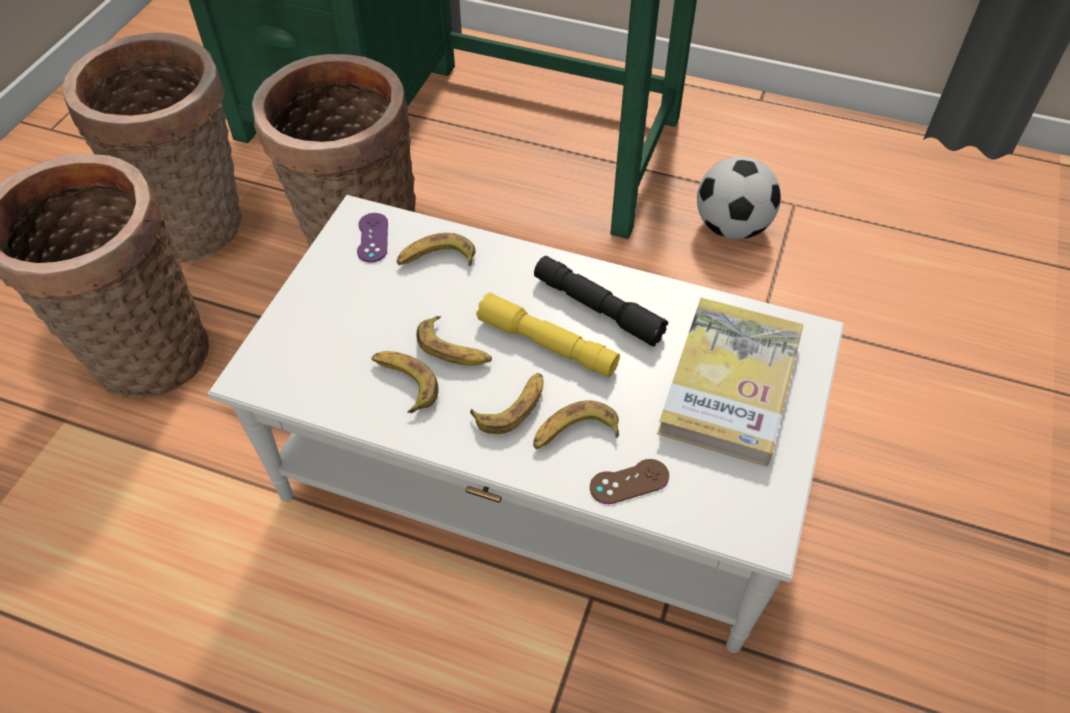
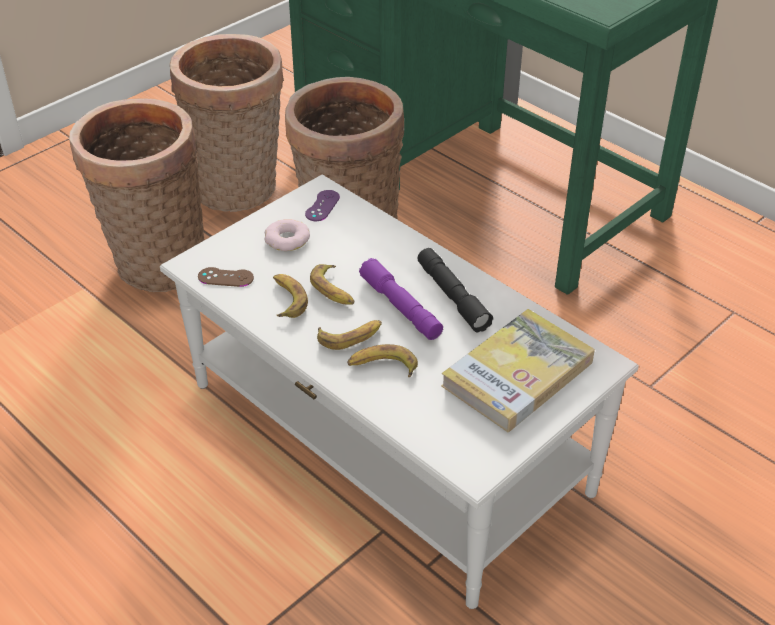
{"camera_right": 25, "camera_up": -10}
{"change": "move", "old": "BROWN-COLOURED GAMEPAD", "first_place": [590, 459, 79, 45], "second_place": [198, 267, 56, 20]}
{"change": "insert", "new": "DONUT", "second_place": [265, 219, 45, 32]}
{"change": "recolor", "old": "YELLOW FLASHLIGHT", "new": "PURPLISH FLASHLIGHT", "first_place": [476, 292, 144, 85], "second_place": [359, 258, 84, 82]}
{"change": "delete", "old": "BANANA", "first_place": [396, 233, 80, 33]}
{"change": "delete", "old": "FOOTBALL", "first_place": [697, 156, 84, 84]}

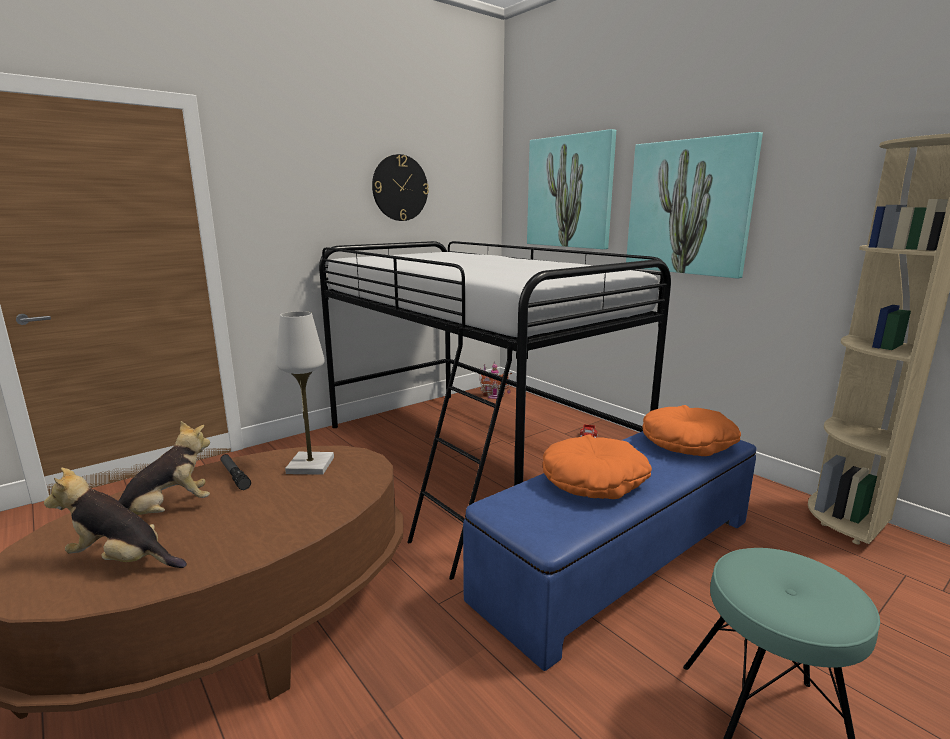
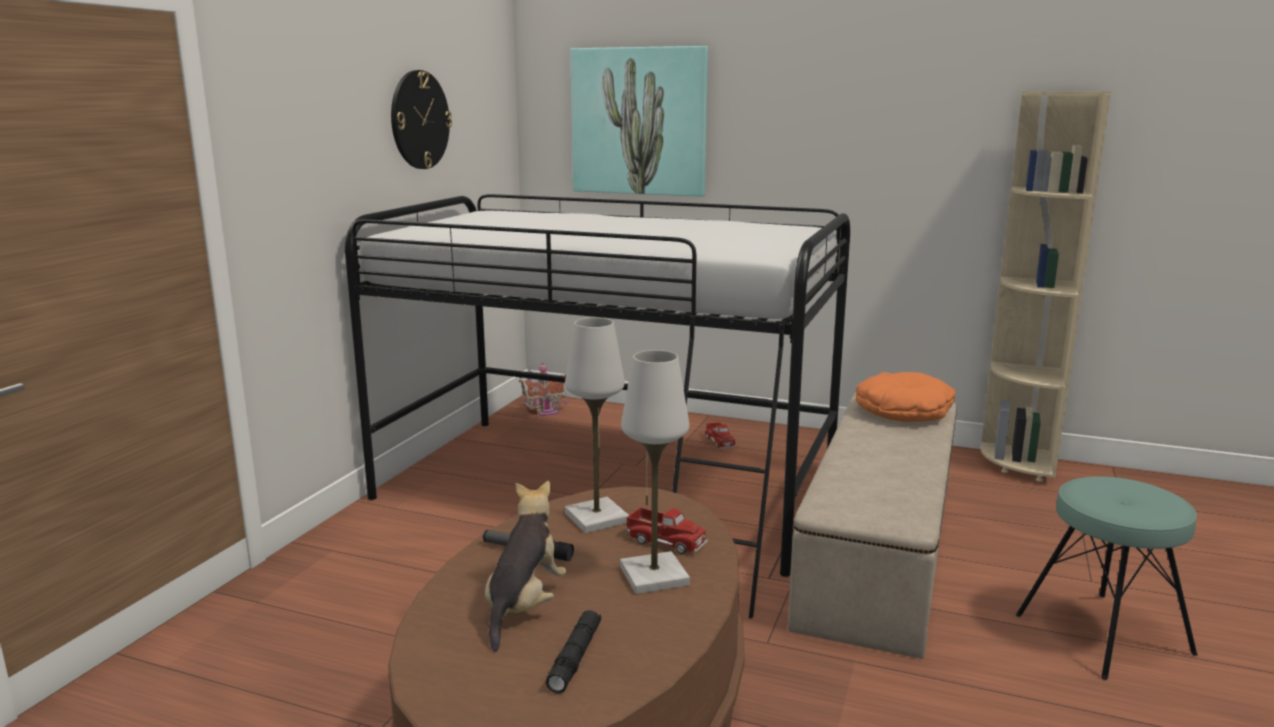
{"camera_right": -30, "camera_up": 0}
{"change": "replace", "old": "PLUSH TOY", "new": "BLACK-COLOURED FLASHLIGHT", "first_place": [44, 468, 143, 100], "second_place": [546, 610, 55, 84]}
{"change": "insert", "new": "WHITE TABLETOP LAMP", "second_place": [620, 350, 70, 244]}
{"change": "insert", "new": "TOY LORRY", "second_place": [626, 507, 82, 47]}
{"change": "recolor", "old": "BLUE LONG SEAT", "new": "BEIGE-COLOURED LONG SEAT", "first_place": [463, 431, 294, 240], "second_place": [788, 392, 169, 267]}
{"change": "delete", "old": "ORANGEY PILLOW", "first_place": [542, 434, 110, 65]}
{"change": "delete", "old": "WALL ART", "first_place": [626, 132, 137, 147]}

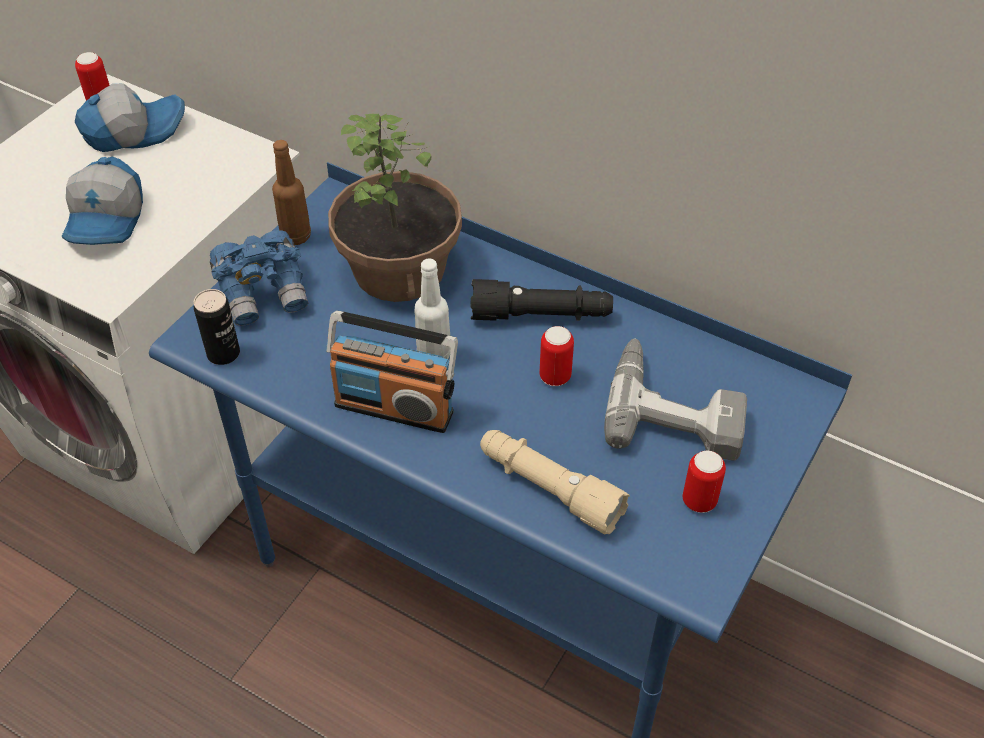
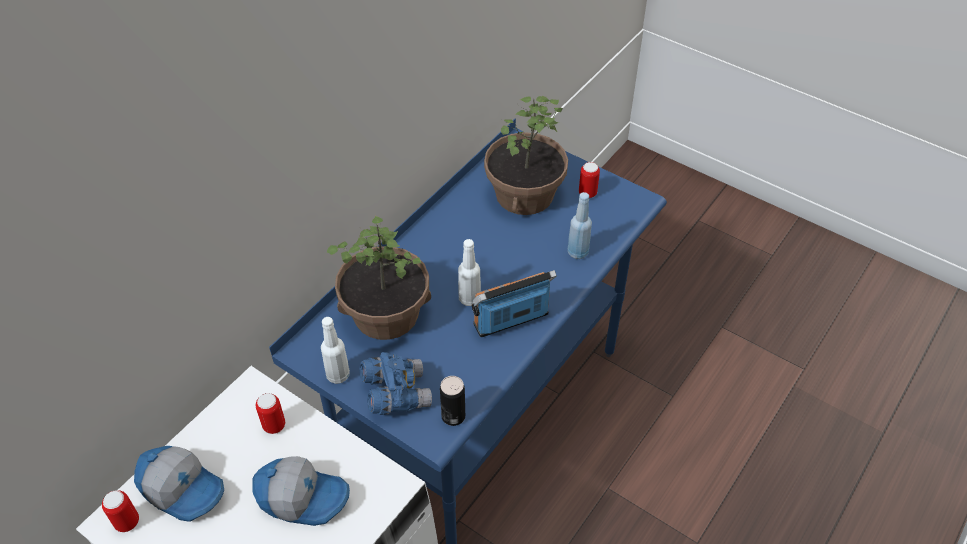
{"camera_right": -85, "camera_up": 0}
{"change": "rotate", "old": "PEAKED CAP", "first_place": [75, 83, 110, 69], "second_place": [134, 446, 90, 76], "degrees": 135}
{"change": "move", "old": "CAN", "first_place": [539, 326, 35, 60], "second_place": [256, 393, 29, 41]}
{"change": "recolor", "old": "BROWN-COLOURED BEVERAGE BOTTLE", "new": "WHITE BEVERAGE BOTTLE", "first_place": [272, 140, 39, 105], "second_place": [321, 317, 29, 67]}
{"change": "rotate", "old": "RADIO RECEIVER", "first_place": [326, 310, 132, 123], "second_place": [472, 270, 85, 67], "degrees": -135}
{"change": "replace", "old": "POWER DRILL", "new": "PLANT IN A POT", "first_place": [604, 338, 143, 123], "second_place": [484, 95, 84, 120]}
{"change": "replace", "old": "BEIGE-COLOURED FLASHLIGHT", "new": "BLUE BEVERAGE BOTTLE", "first_place": [480, 430, 150, 104], "second_place": [568, 192, 24, 67]}
{"change": "delete", "old": "BLACK-COLOURED FLASHLIGHT", "first_place": [470, 279, 143, 42]}

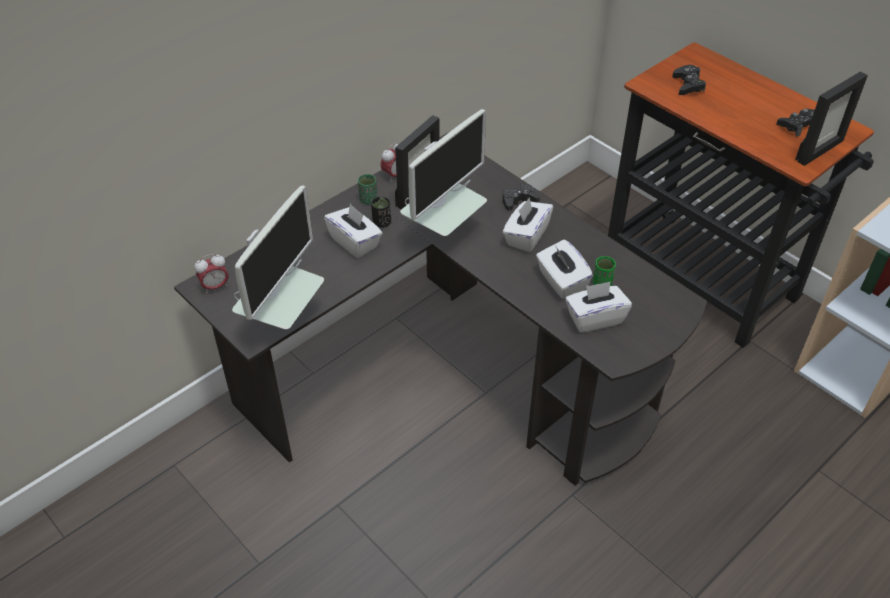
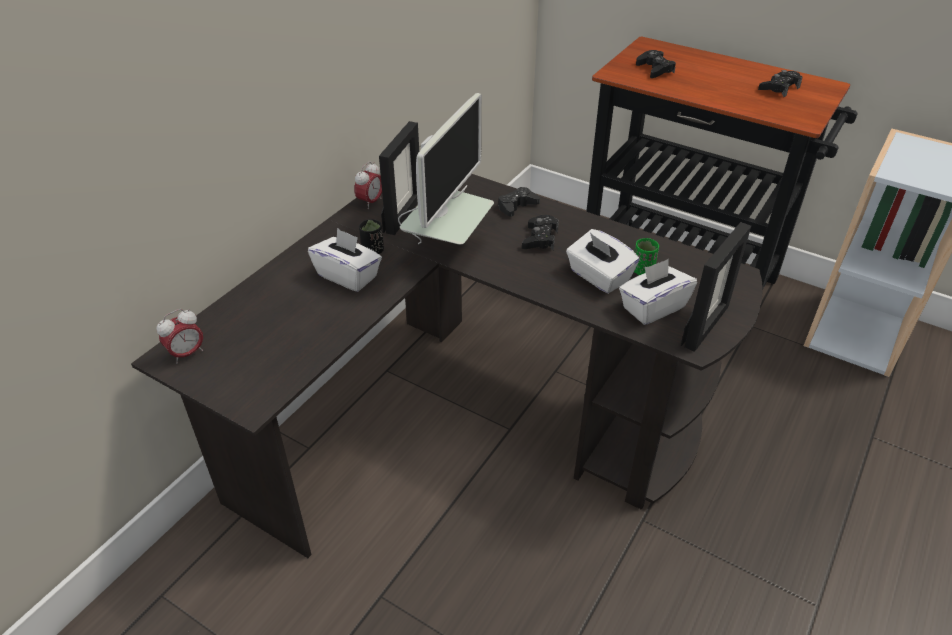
{"camera_right": -15, "camera_up": -5}
{"change": "replace", "old": "WHITE TISSUE HOLDER", "new": "BLACK-COLOURED GAMEPAD", "first_place": [503, 197, 50, 55], "second_place": [522, 215, 37, 35]}
{"change": "move", "old": "PICTURE FRAME", "first_place": [795, 71, 73, 95], "second_place": [681, 222, 70, 130]}
{"change": "delete", "old": "COMPUTER DISPLAY", "first_place": [232, 185, 92, 144]}
{"change": "delete", "old": "GREEN CUP", "first_place": [358, 174, 19, 30]}

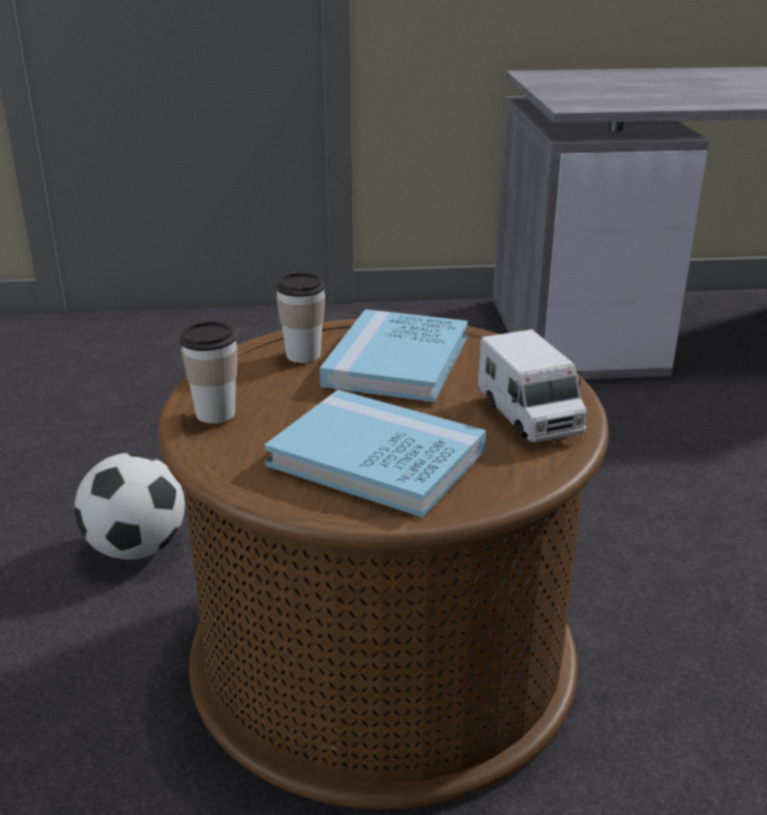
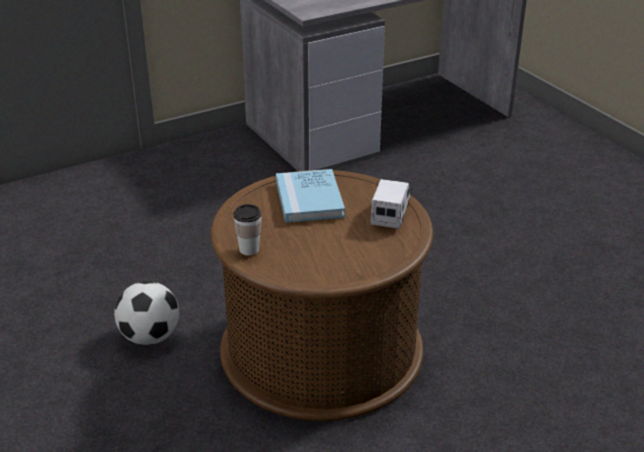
{"camera_right": -25, "camera_up": 5}
{"change": "rotate", "old": "TOY LORRY", "first_place": [477, 329, 110, 113], "second_place": [370, 179, 42, 50], "degrees": -120}
{"change": "delete", "old": "BLUE BOOK", "first_place": [264, 390, 222, 128]}
{"change": "delete", "old": "CUP", "first_place": [276, 272, 49, 91]}

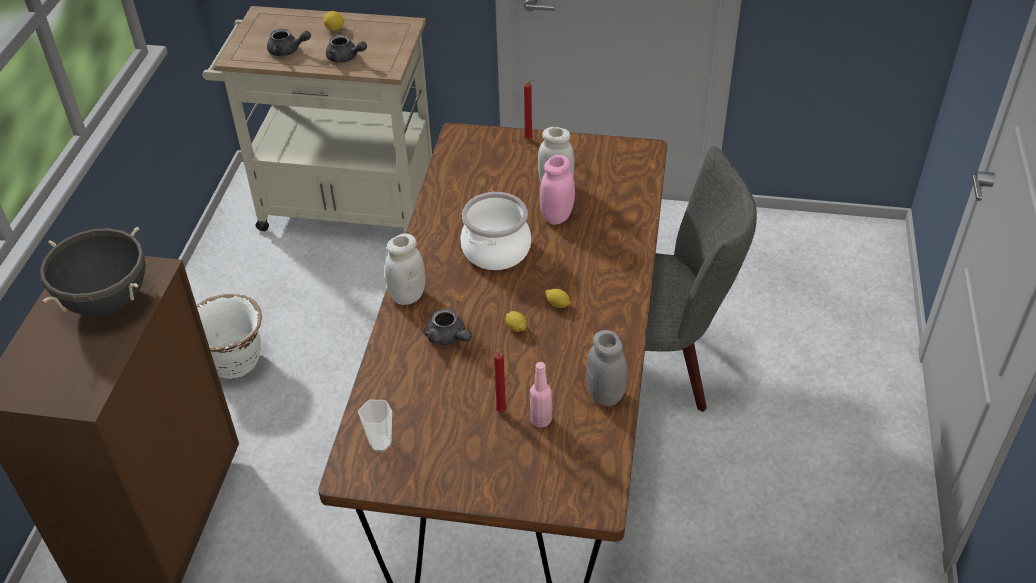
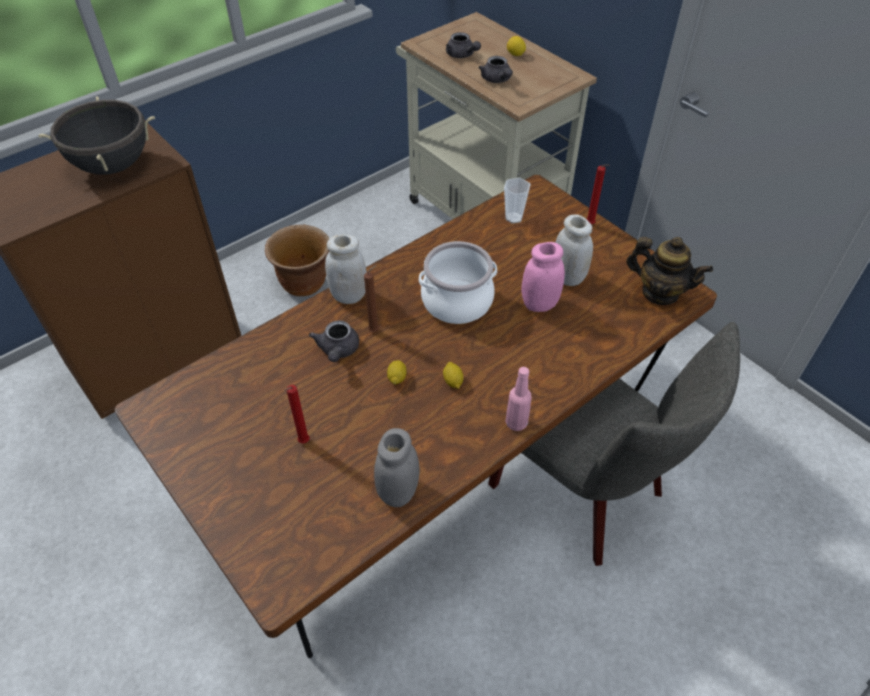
{"camera_right": 40, "camera_up": 5}
{"change": "recolor", "old": "WHITE PLANT POT", "new": "BROWN-COLOURED PLANT POT", "first_place": [196, 294, 66, 85], "second_place": [265, 224, 64, 72]}
{"change": "insert", "new": "BROWN-COLOURED WAX CANDLE", "second_place": [364, 265, 15, 67]}
{"change": "move", "old": "CUP", "first_place": [358, 400, 34, 52], "second_place": [504, 178, 27, 46]}
{"change": "move", "old": "PINK BEVERAGE BOTTLE", "first_place": [530, 362, 22, 65], "second_place": [505, 367, 27, 64]}
{"change": "insert", "new": "TEA POT", "second_place": [626, 237, 87, 68]}

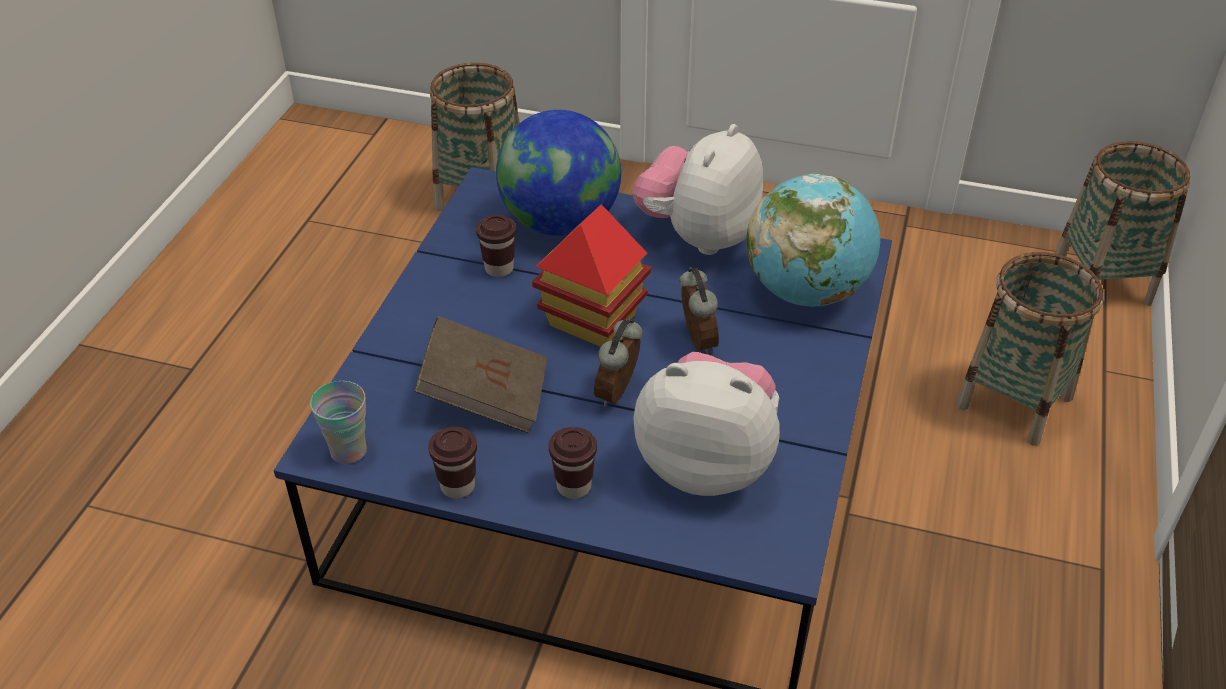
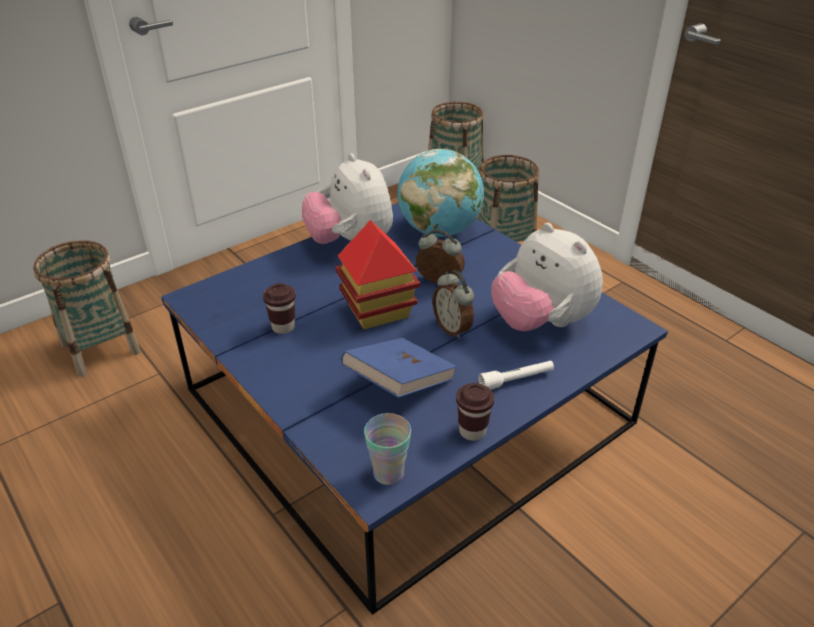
{"camera_right": -55, "camera_up": -5}
{"change": "recolor", "old": "BROWN-COLOURED BOOK", "new": "BLUE BOOK", "first_place": [414, 316, 134, 117], "second_place": [341, 338, 116, 60]}
{"change": "replace", "old": "BROWN-COLOURED CUP", "new": "WHITE FLASHLIGHT", "first_place": [549, 427, 48, 72], "second_place": [478, 360, 76, 30]}
{"change": "rotate", "old": "PLUSH TOY", "first_place": [633, 352, 147, 144], "second_place": [491, 223, 112, 108], "degrees": -90}
{"change": "delete", "old": "WORLD GLOBE", "first_place": [496, 110, 125, 126]}

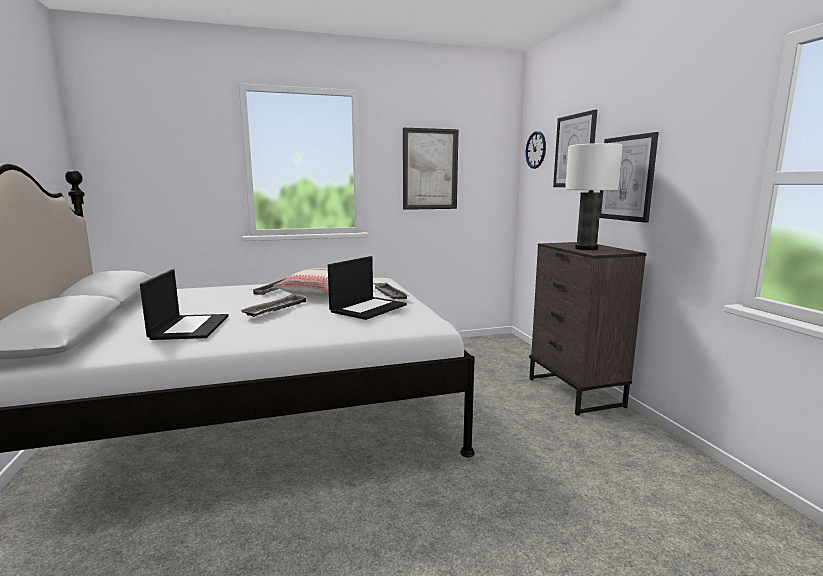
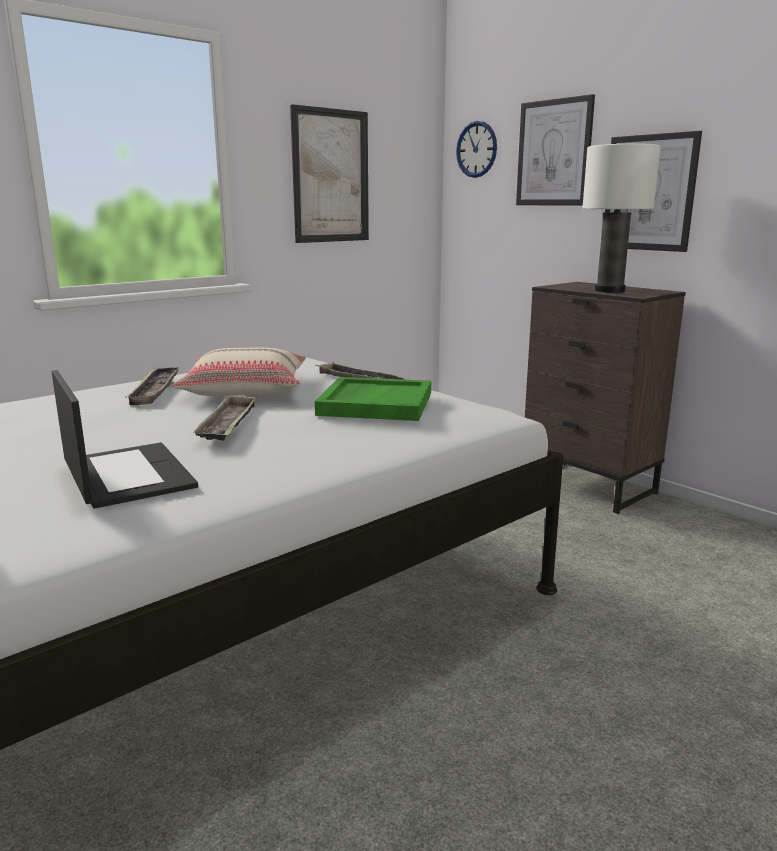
{"camera_right": -25, "camera_up": 5}
{"change": "replace", "old": "PORTABLE COMPUTER", "new": "GREEN CARRYING TRAY", "first_place": [328, 256, 79, 64], "second_place": [315, 377, 116, 44]}

